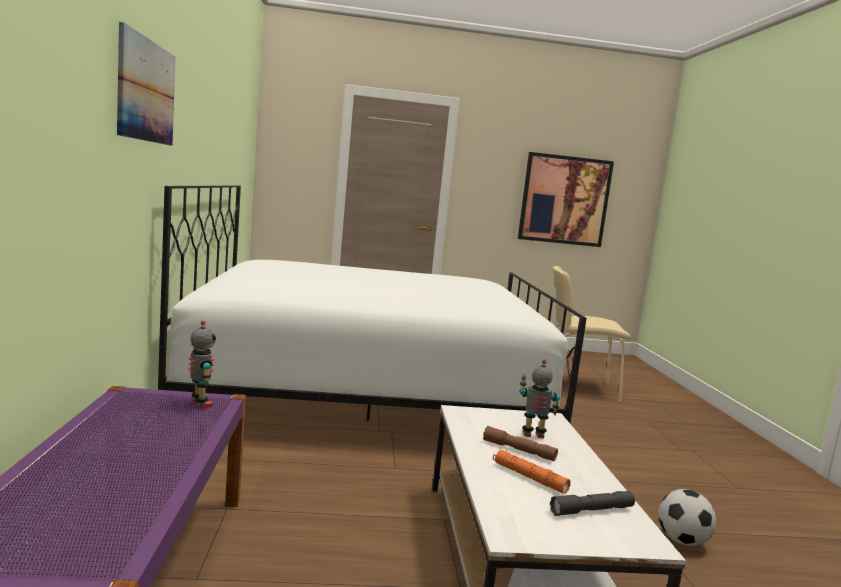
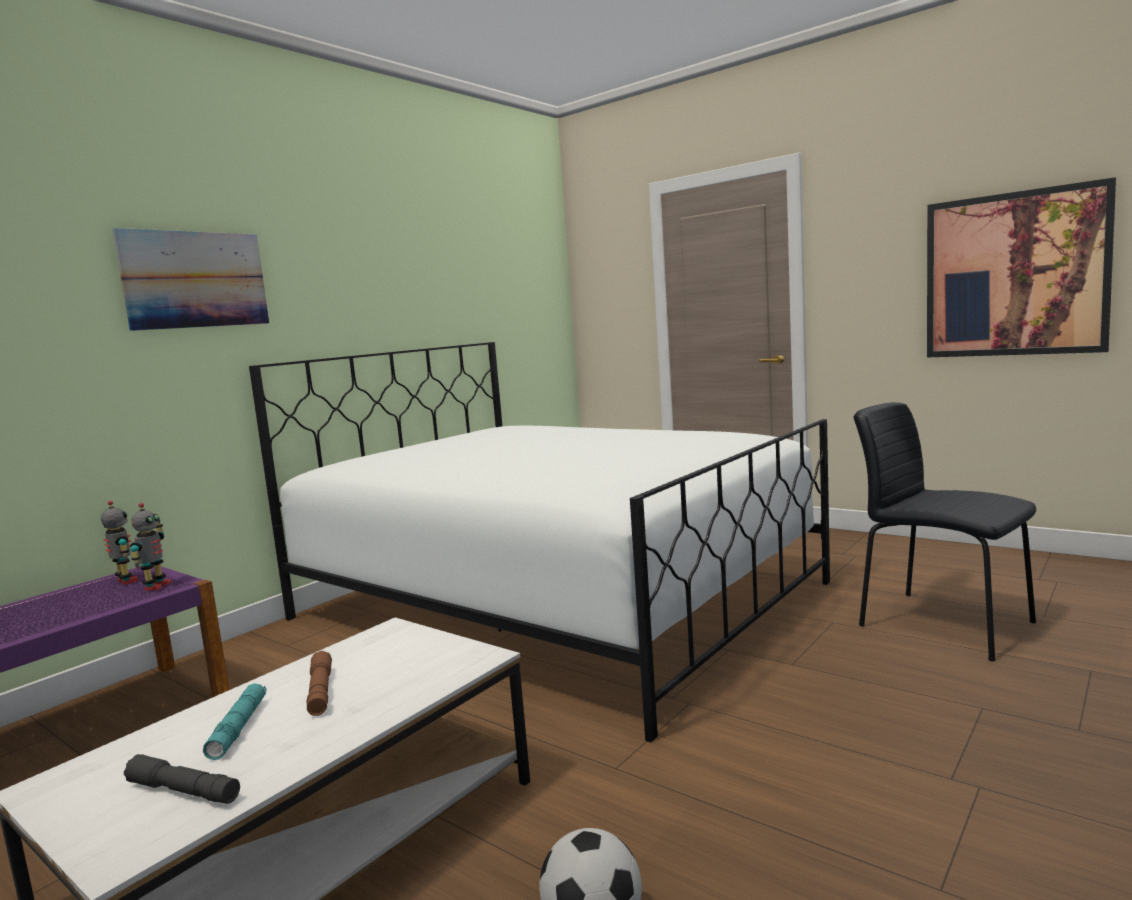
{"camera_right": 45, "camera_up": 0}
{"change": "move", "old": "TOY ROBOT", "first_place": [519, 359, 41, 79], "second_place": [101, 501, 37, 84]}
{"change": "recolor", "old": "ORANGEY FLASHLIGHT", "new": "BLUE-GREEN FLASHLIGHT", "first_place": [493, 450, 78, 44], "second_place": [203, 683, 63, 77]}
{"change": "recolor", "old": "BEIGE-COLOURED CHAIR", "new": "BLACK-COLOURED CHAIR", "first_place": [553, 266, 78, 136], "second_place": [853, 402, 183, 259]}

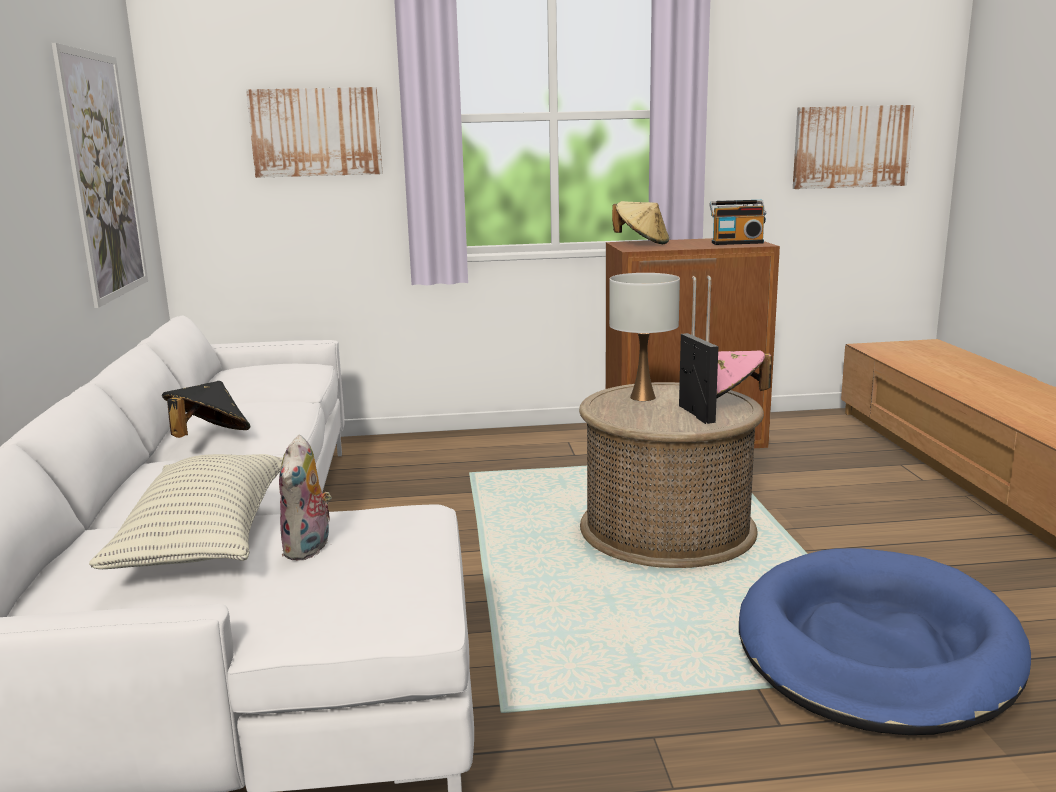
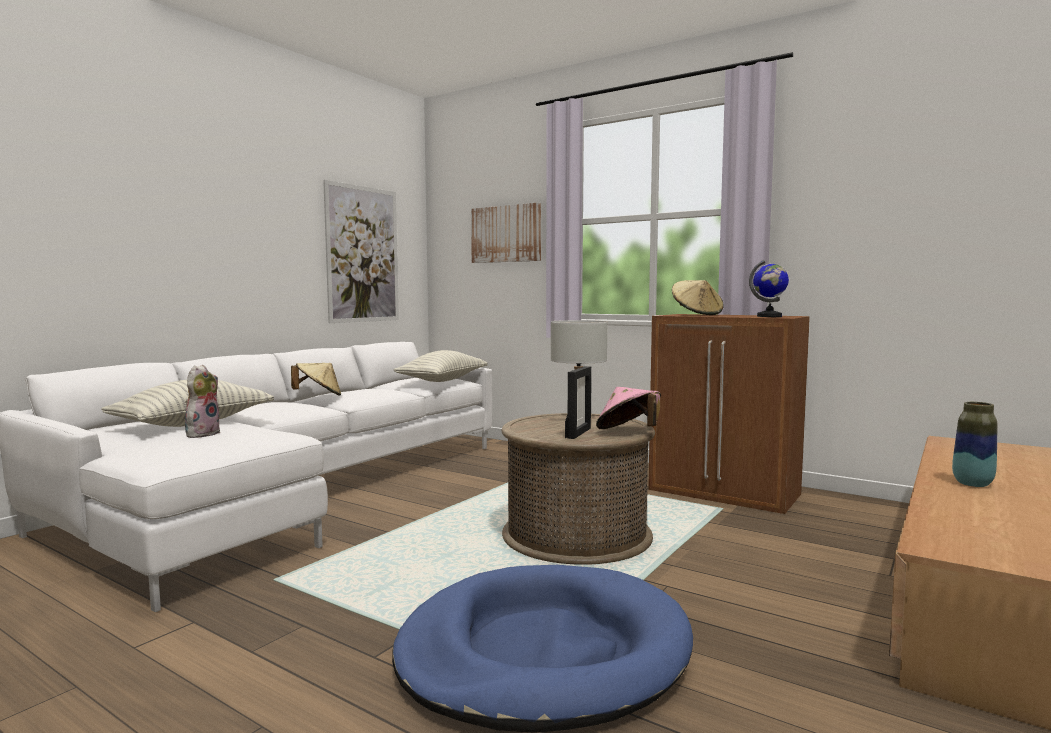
{"camera_right": 40, "camera_up": -10}
{"change": "rotate", "old": "PLUSH TOY", "first_place": [279, 435, 53, 126], "second_place": [185, 365, 36, 73], "degrees": 150}
{"change": "recolor", "old": "BLACK-COLOURED HAT", "new": "BEIGE-COLOURED HAT", "first_place": [162, 381, 89, 57], "second_place": [291, 363, 50, 33]}
{"change": "insert", "new": "PILLOW", "second_place": [394, 350, 94, 32]}
{"change": "replace", "old": "RADIO RECEIVER", "new": "WORLD GLOBE", "first_place": [709, 200, 57, 45], "second_place": [749, 260, 40, 57]}
{"change": "insert", "new": "FLOWER VASE", "second_place": [952, 402, 45, 85]}
{"change": "delete", "old": "WALL ART", "first_place": [793, 105, 121, 84]}

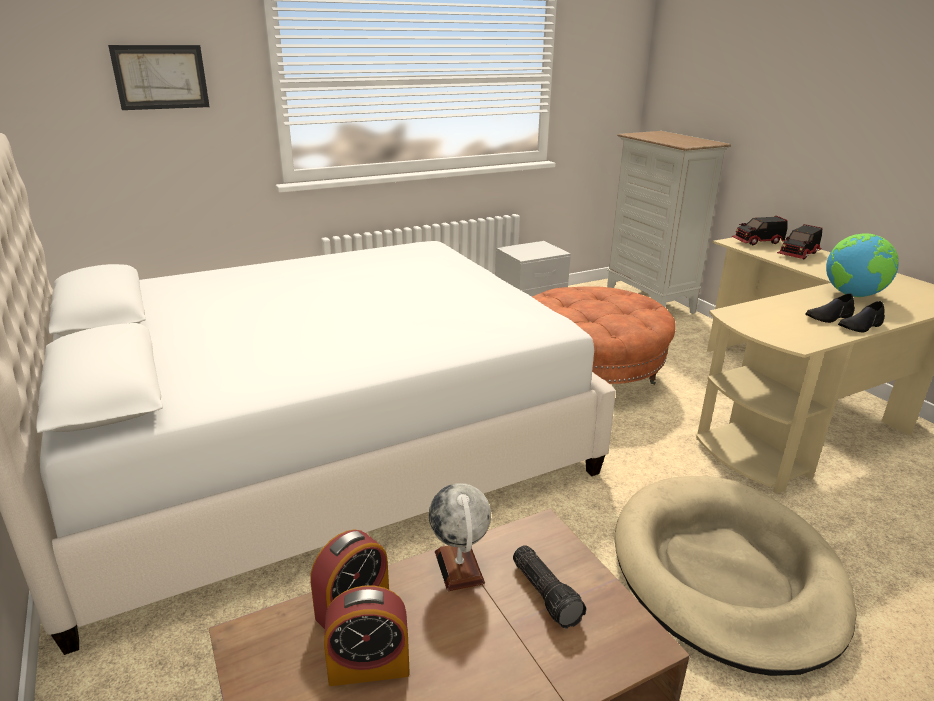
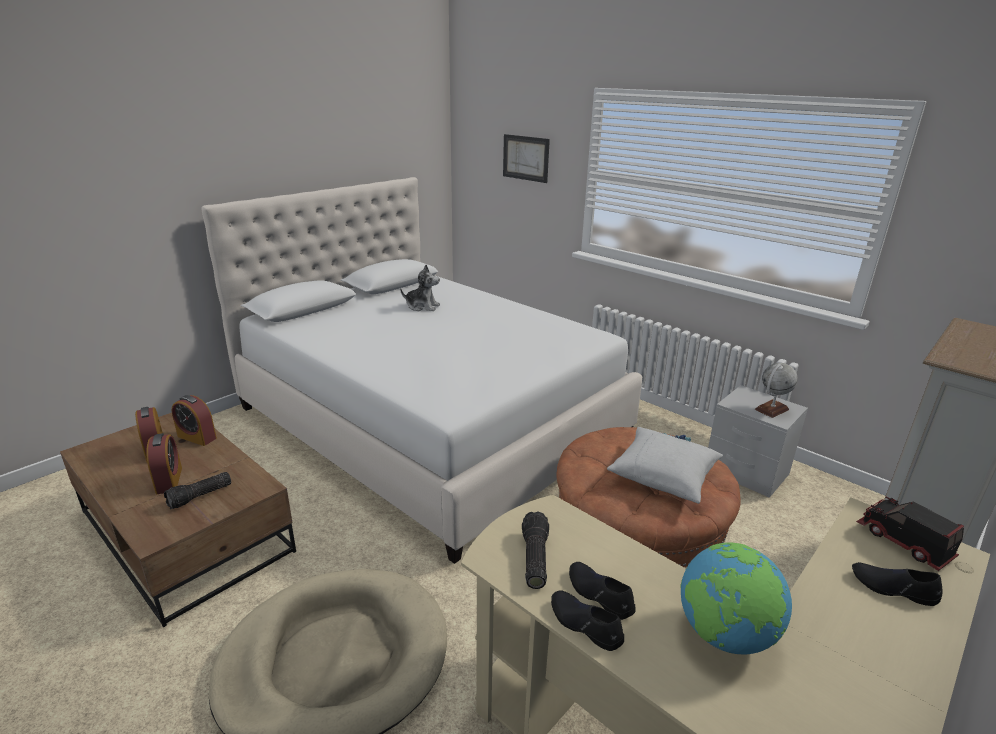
{"camera_right": 70, "camera_up": 0}
{"change": "insert", "new": "ALARM CLOCK", "second_place": [146, 433, 36, 61]}
{"change": "insert", "new": "PLUSH TOY", "second_place": [400, 265, 40, 46]}
{"change": "insert", "new": "FLASHLIGHT", "second_place": [522, 511, 27, 78]}
{"change": "insert", "new": "GREYISH PILLOW", "second_place": [607, 427, 116, 77]}
{"change": "move", "old": "WORLD GLOBE", "first_place": [429, 483, 62, 108], "second_place": [755, 363, 43, 55]}
{"change": "replace", "old": "TOY LORRY", "new": "BLACK-COLOURED ITEM OF FOOTWEAR", "first_place": [777, 224, 45, 35], "second_place": [852, 562, 91, 44]}

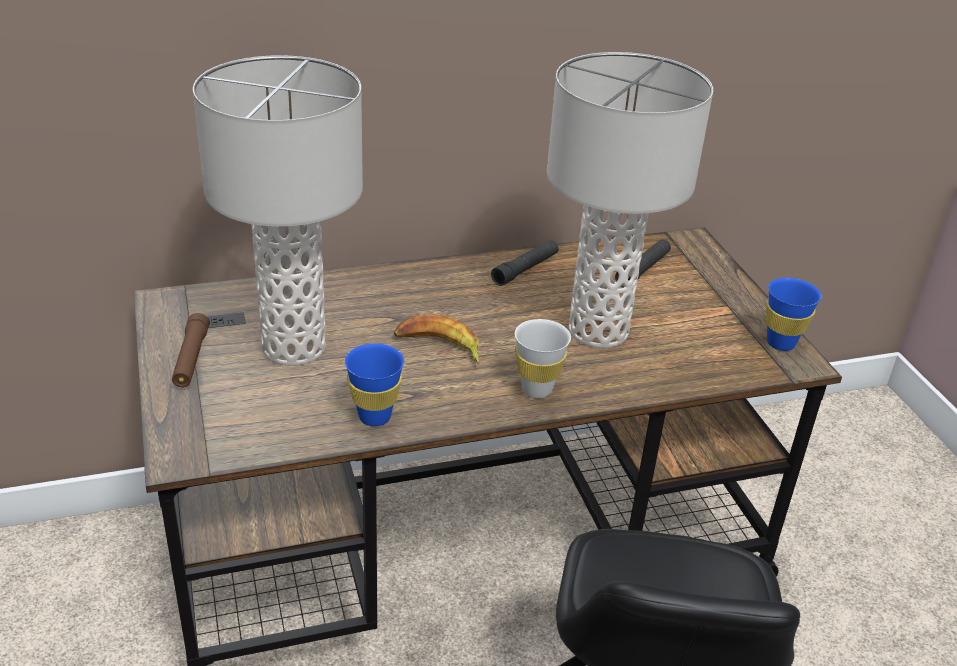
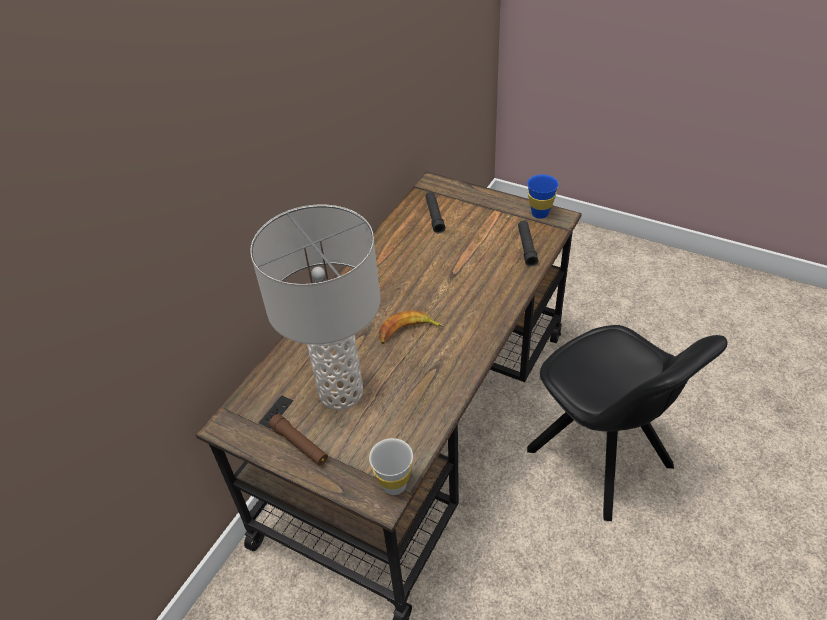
{"camera_right": -40, "camera_up": 10}
{"change": "move", "old": "WHITE CUP", "first_place": [515, 319, 56, 79], "second_place": [369, 438, 44, 57]}
{"change": "move", "old": "BLACK-COLOURED FLASHLIGHT", "first_place": [491, 240, 68, 46], "second_place": [518, 221, 20, 45]}
{"change": "delete", "old": "BLUE CUP", "first_place": [345, 343, 59, 83]}
{"change": "delete", "old": "WHITE TABLETOP LAMP", "first_place": [547, 52, 166, 296]}

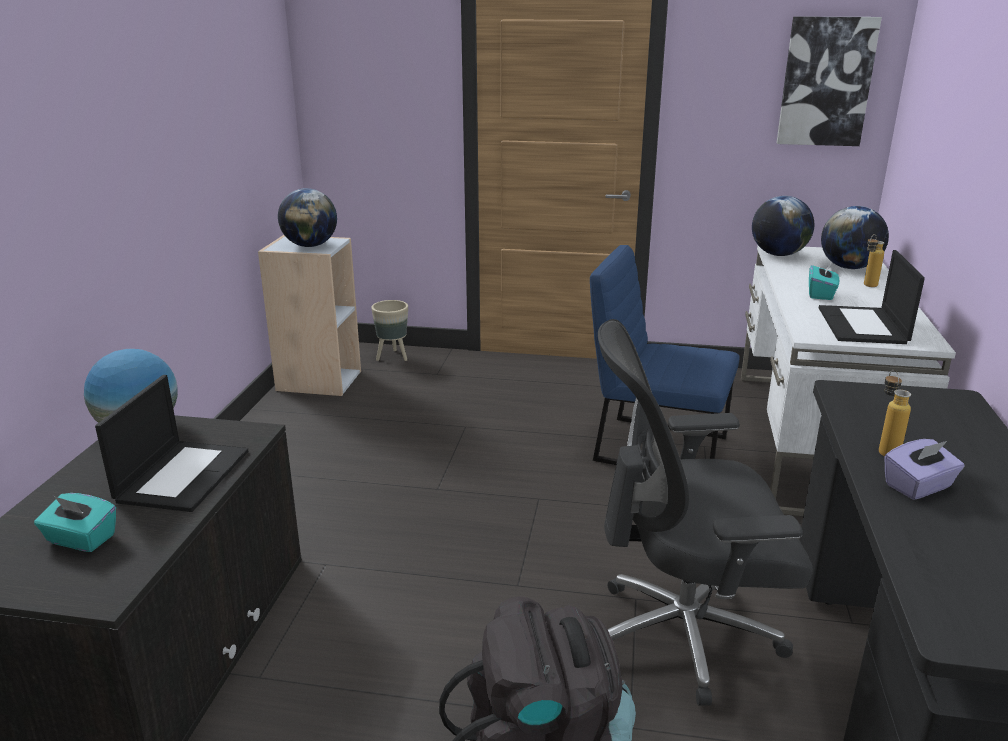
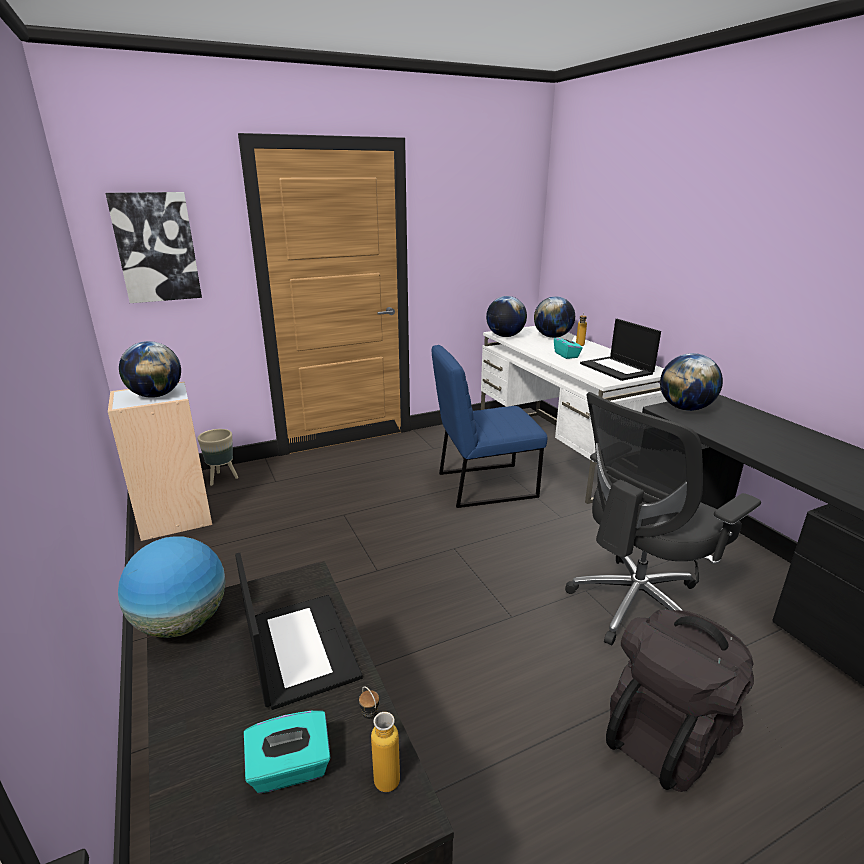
{"camera_right": -35, "camera_up": 0}
{"change": "move", "old": "WALL ART", "first_place": [777, 17, 105, 129], "second_place": [106, 192, 96, 111]}
{"change": "move", "old": "BEVERAGE BOTTLE", "first_place": [879, 370, 32, 87], "second_place": [359, 686, 41, 106]}
{"change": "insert", "new": "WORLD GLOBE", "second_place": [660, 353, 63, 58]}
{"change": "delete", "old": "PURPLISH TISSUE HOLDER", "first_place": [885, 439, 80, 61]}

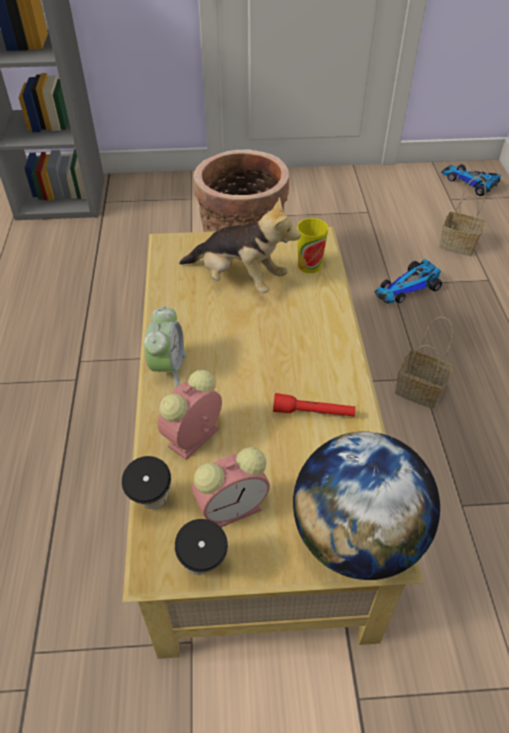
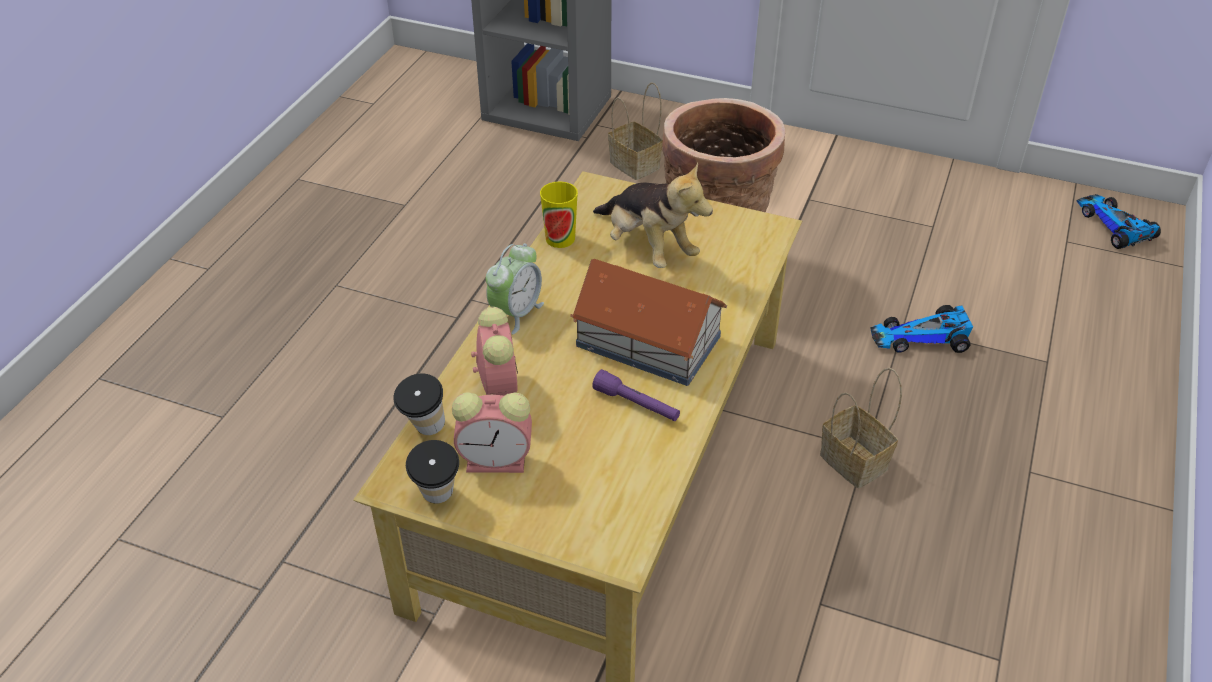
{"camera_right": 25, "camera_up": -5}
{"change": "rotate", "old": "ALARM CLOCK", "first_place": [158, 370, 64, 90], "second_place": [471, 307, 47, 89], "degrees": 105}
{"change": "move", "old": "CUP", "first_place": [297, 218, 32, 55], "second_place": [540, 181, 38, 67]}
{"change": "insert", "new": "MODEL HOUSE", "second_place": [570, 259, 157, 127]}
{"change": "recolor", "old": "RED-COLOURED FLASHLIGHT", "new": "PURPLISH FLASHLIGHT", "first_place": [273, 393, 83, 24], "second_place": [592, 369, 88, 52]}
{"change": "move", "old": "HOUSEHOLD BASKET", "first_place": [439, 177, 47, 79], "second_place": [608, 82, 55, 98]}
{"change": "delete", "old": "WORLD GLOBE", "first_place": [293, 431, 147, 149]}

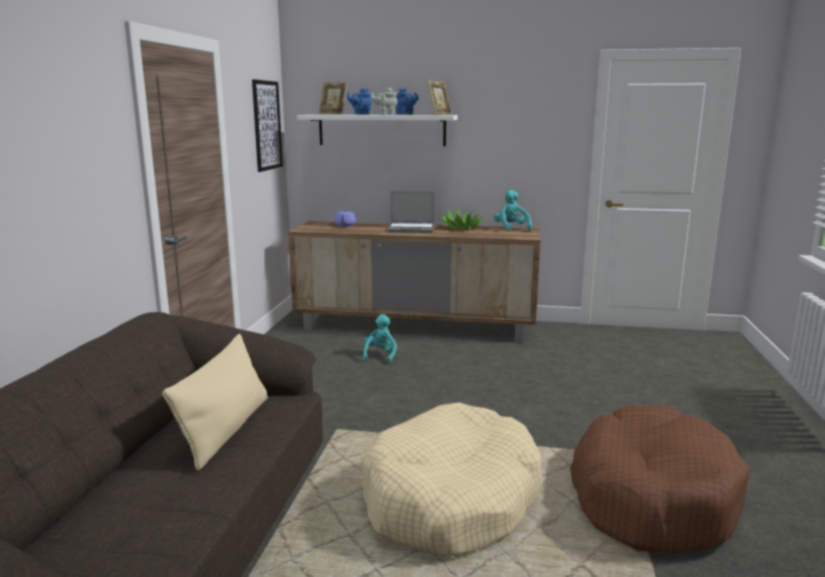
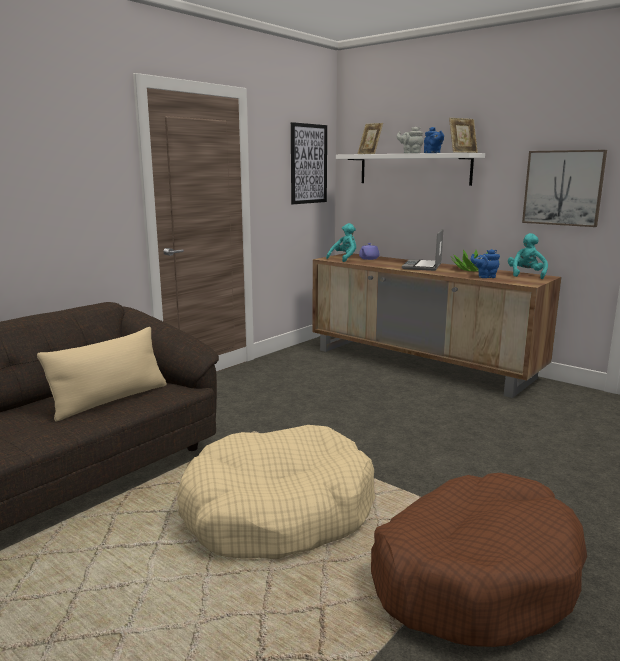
{"camera_right": 30, "camera_up": 0}
{"change": "move", "old": "BLUE-GREEN PLUSH TOY", "first_place": [363, 314, 34, 50], "second_place": [326, 223, 30, 39]}
{"change": "rotate", "old": "PORTABLE COMPUTER", "first_place": [387, 191, 48, 42], "second_place": [402, 229, 41, 42], "degrees": 75}
{"change": "move", "old": "BLUE TEA POT", "first_place": [347, 88, 25, 27], "second_place": [471, 249, 29, 29]}
{"change": "insert", "new": "WALL ART", "second_place": [522, 150, 85, 77]}

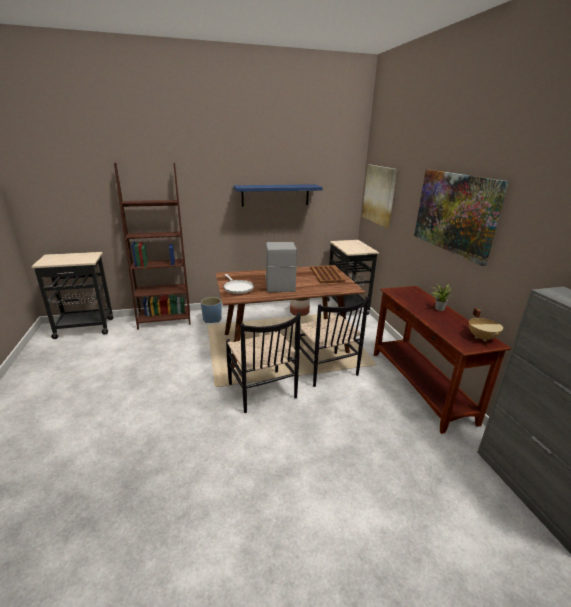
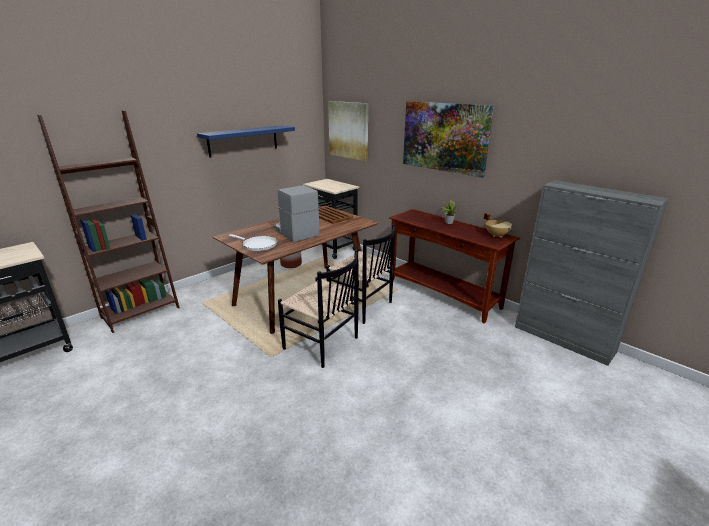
{"camera_right": -30, "camera_up": 0}
{"change": "delete", "old": "BLUE PLANT POT", "first_place": [201, 297, 21, 26]}

